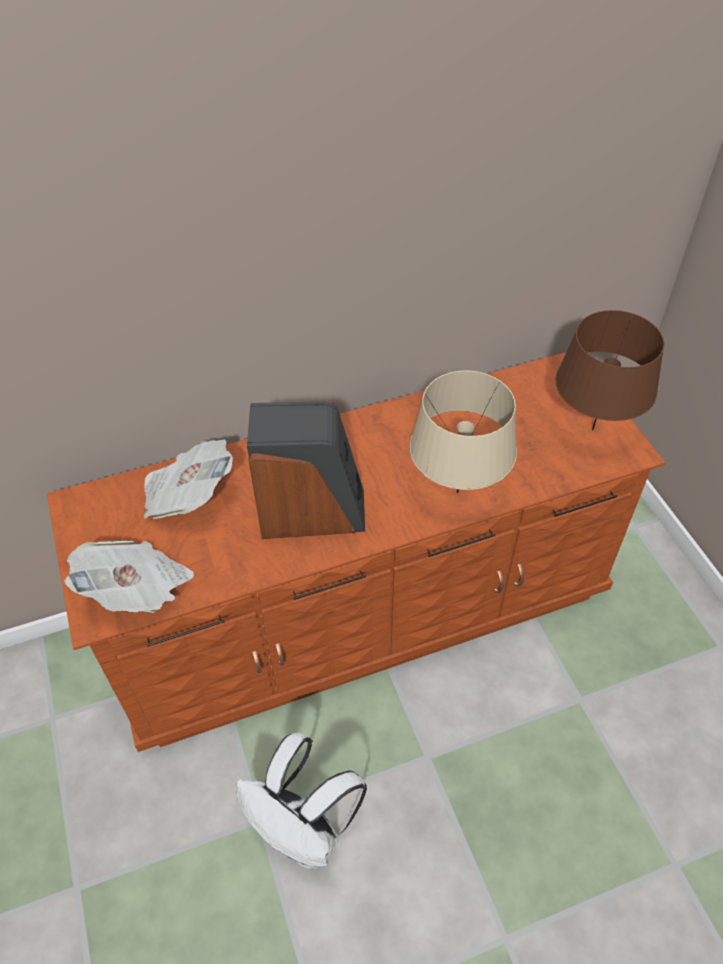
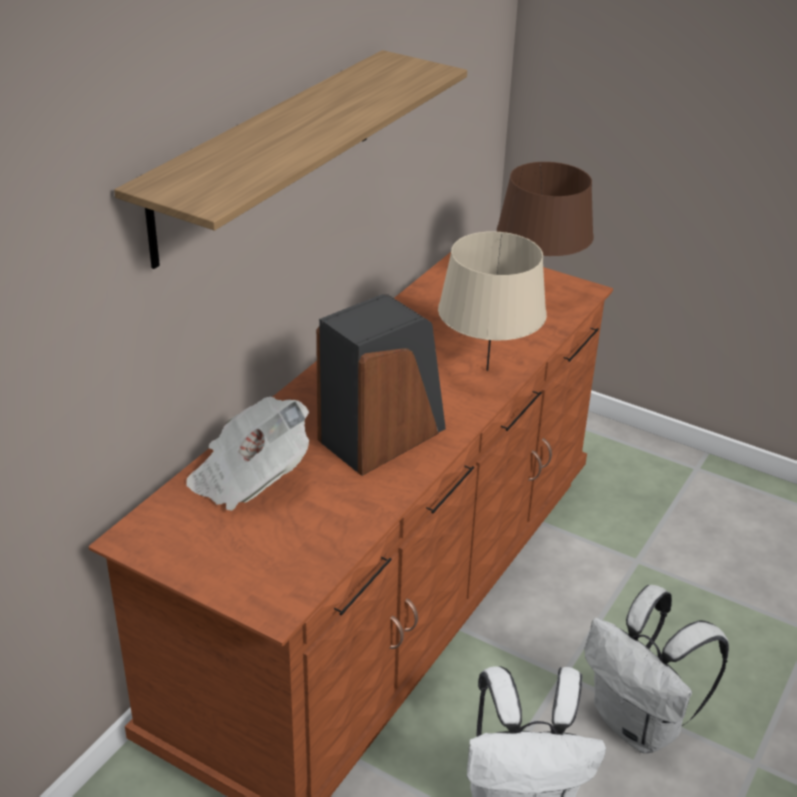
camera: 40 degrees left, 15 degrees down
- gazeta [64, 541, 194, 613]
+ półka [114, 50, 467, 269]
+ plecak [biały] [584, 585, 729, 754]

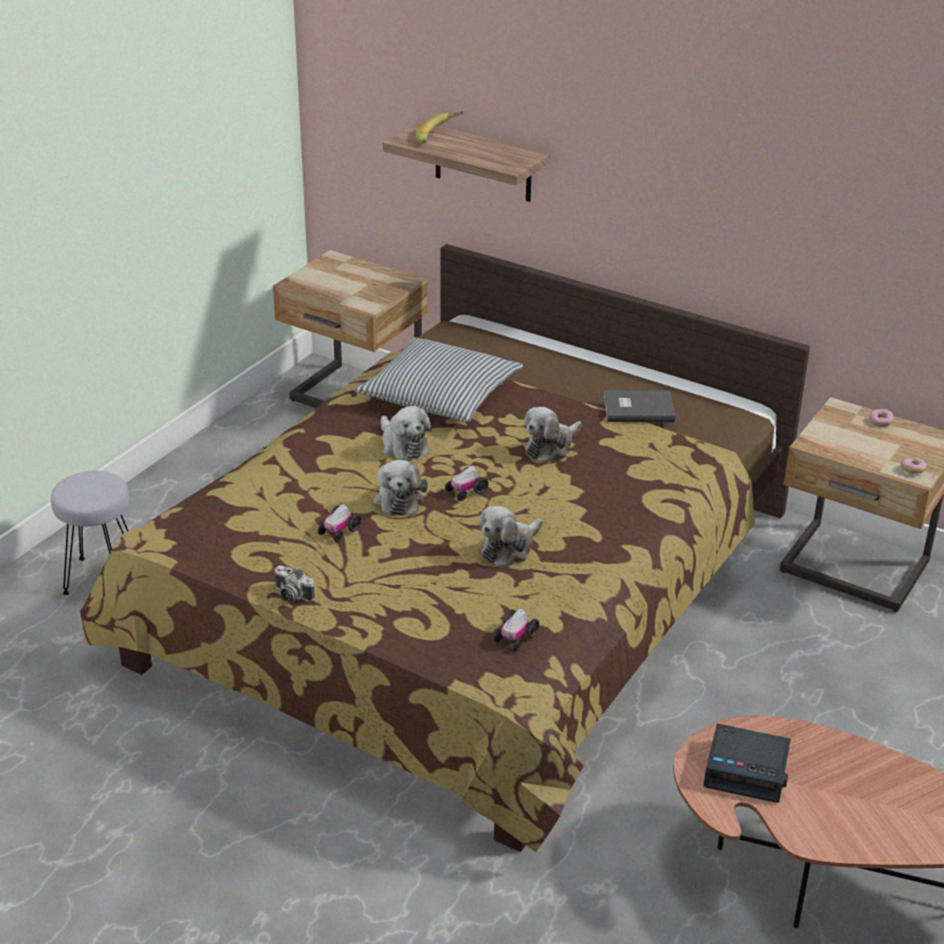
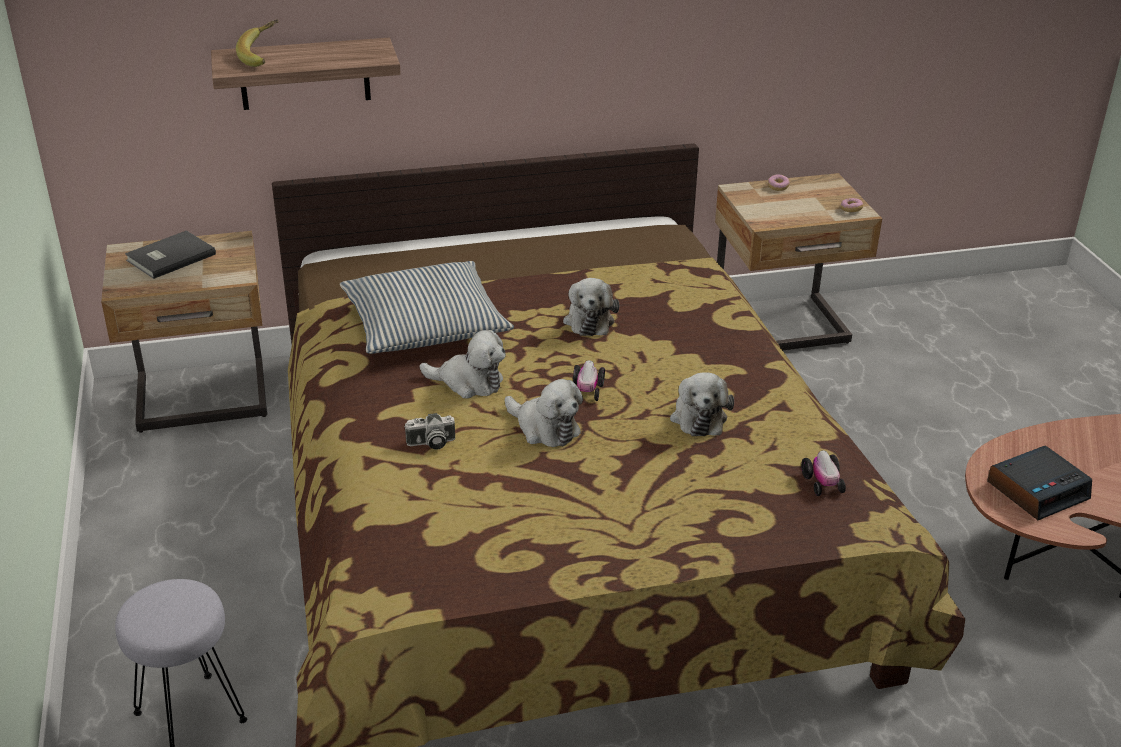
camera: 45 degrees left, 0 degrees up
- samochodzik [318, 504, 361, 542]
~ aparat fotograficzny [275, 565, 315, 602] to [404, 413, 455, 450]
~ książka [szary] [604, 390, 675, 422] to [125, 230, 216, 279]

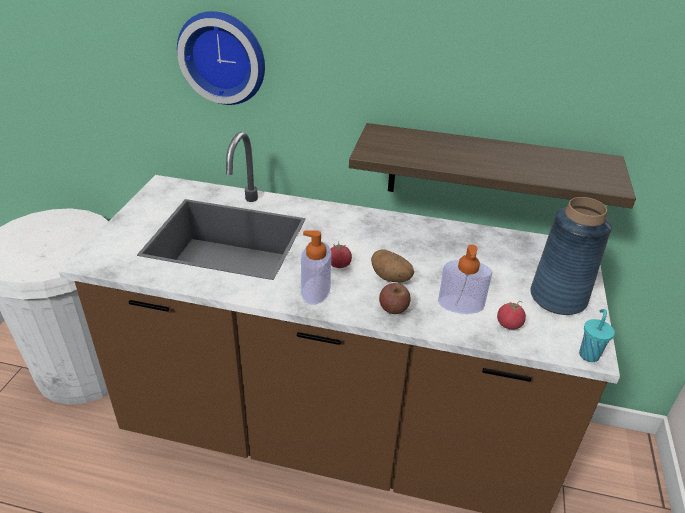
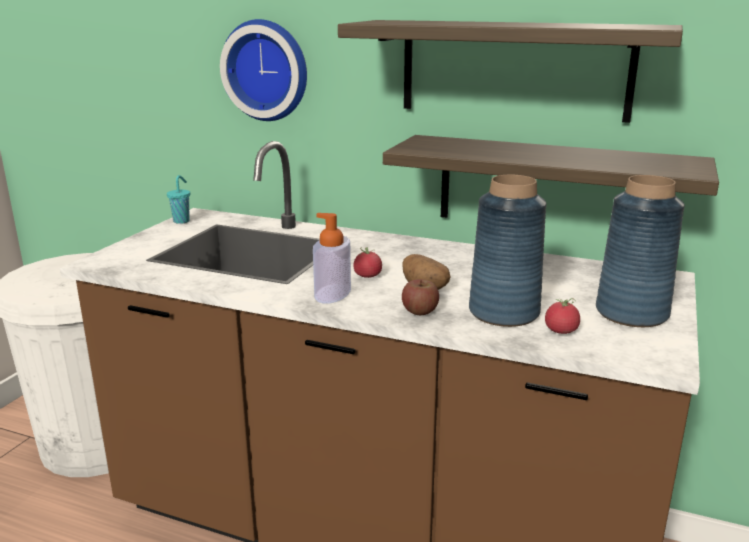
camera: 10 degrees right, 15 degrees down
+ półka [338, 20, 683, 123]
~ filiżanka [turkusowy] [579, 309, 615, 362] to [167, 175, 190, 224]
~ dozownik mydła [438, 245, 493, 314] to wazon [niebieski] [469, 175, 547, 327]

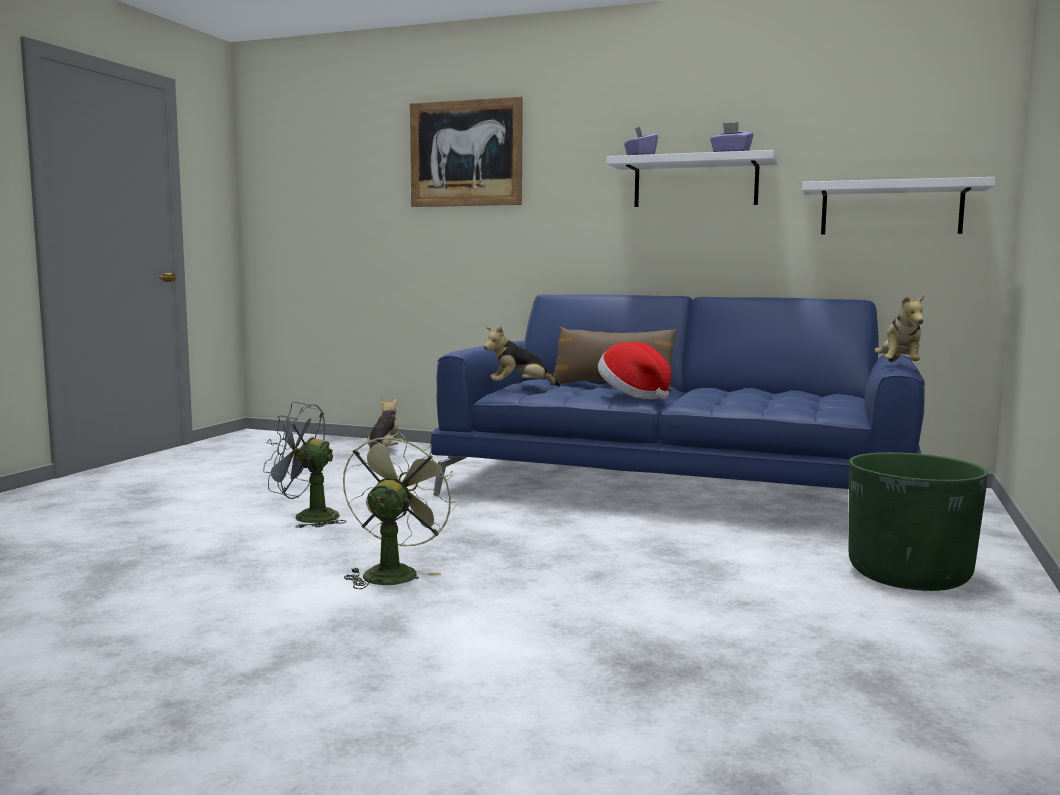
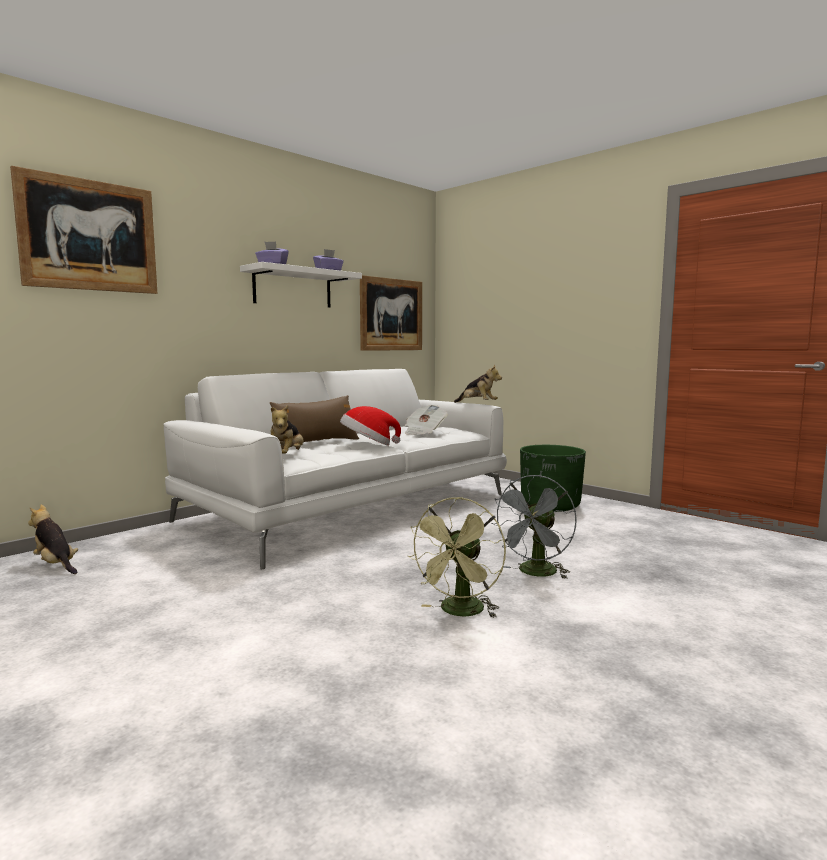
camera: 65 degrees left, 0 degrees up
+ gazeta [405, 405, 448, 435]
~ wentylator [szary] [263, 402, 347, 528] to [491, 475, 577, 579]
~ półka [biały] [802, 177, 996, 235] to obraz [360, 275, 422, 351]
~ kanapa [niebieski] [430, 294, 925, 496] to kanapa [biały] [163, 369, 507, 569]
~ wentylator [zielony] [343, 431, 457, 589] = [407, 497, 506, 618] 105 degrees counterclockwise

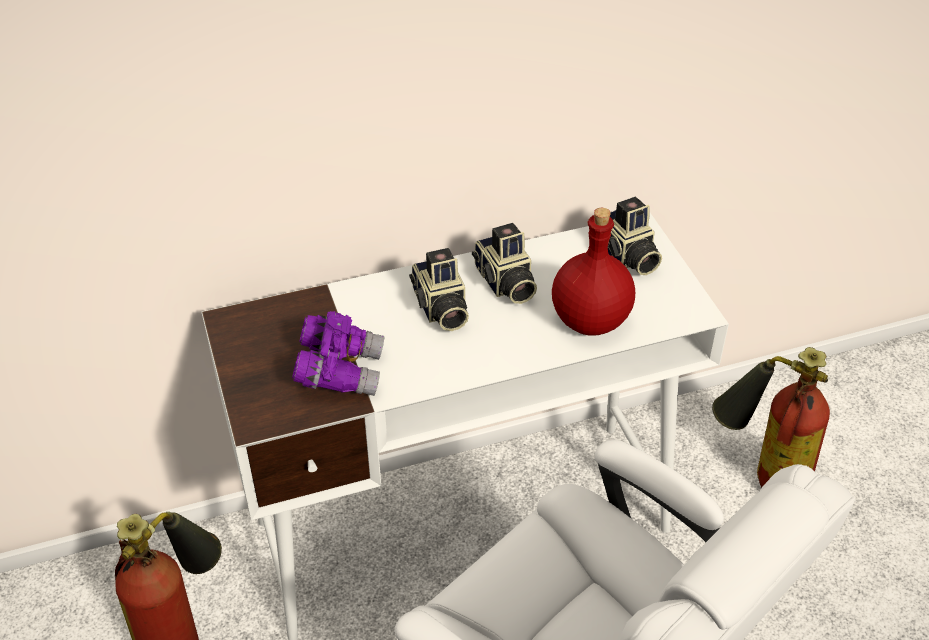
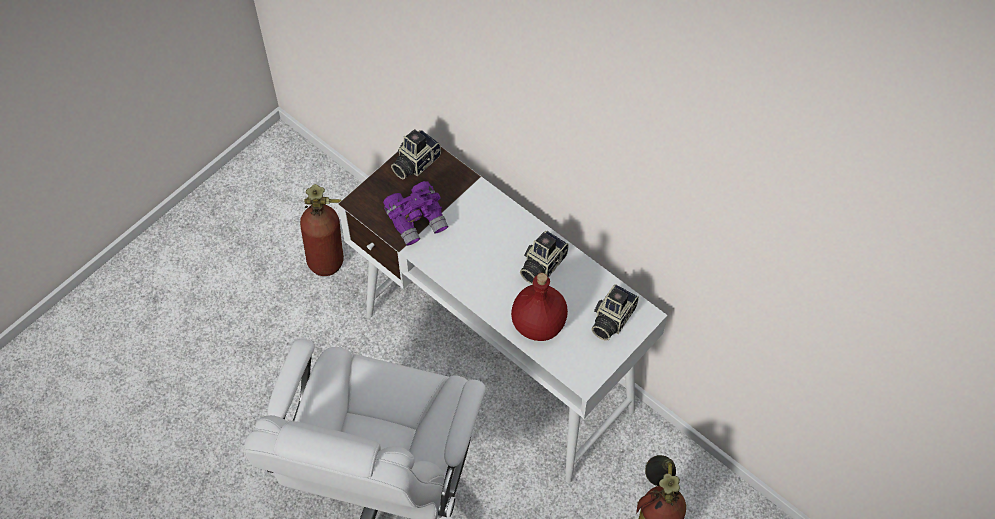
camera: 60 degrees right, 15 degrees up
~ aparat fotograficzny [409, 248, 469, 331] to [391, 130, 441, 179]

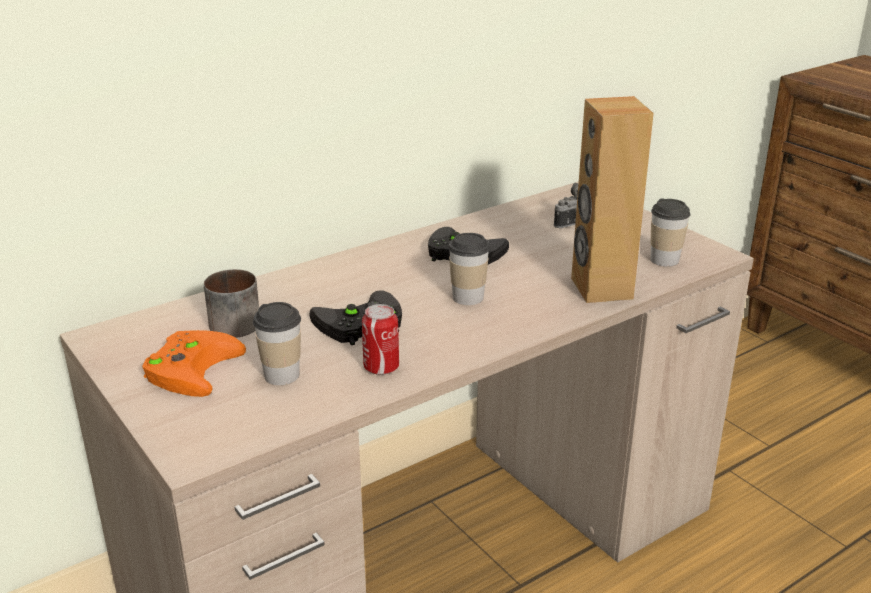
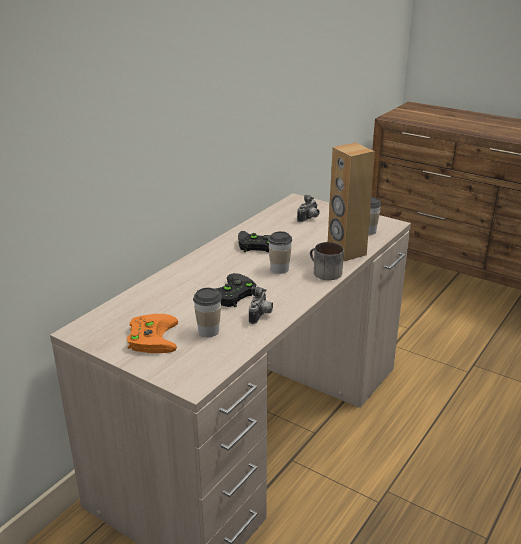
camera: 20 degrees left, 0 degrees up
~ kubek [204, 269, 259, 338] to [310, 242, 344, 280]
~ puszka [362, 304, 399, 375] to aparat fotograficzny [249, 286, 273, 324]

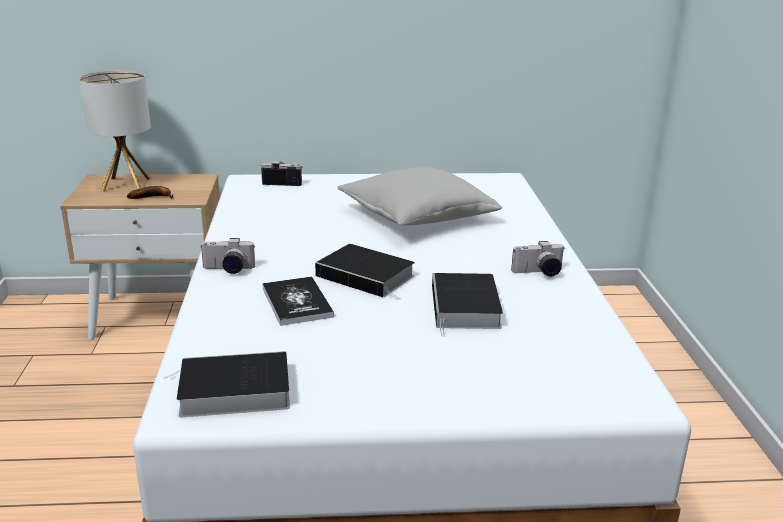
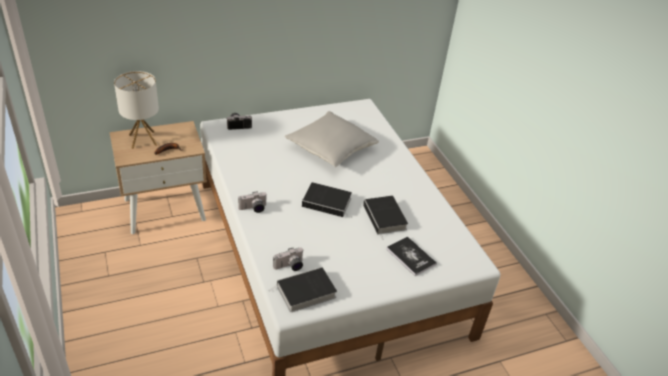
camera: 20 degrees left, 15 degrees up
~ książka [262, 276, 334, 326] to [387, 236, 437, 276]
~ aparat fotograficzny [511, 241, 564, 277] to [273, 248, 303, 271]

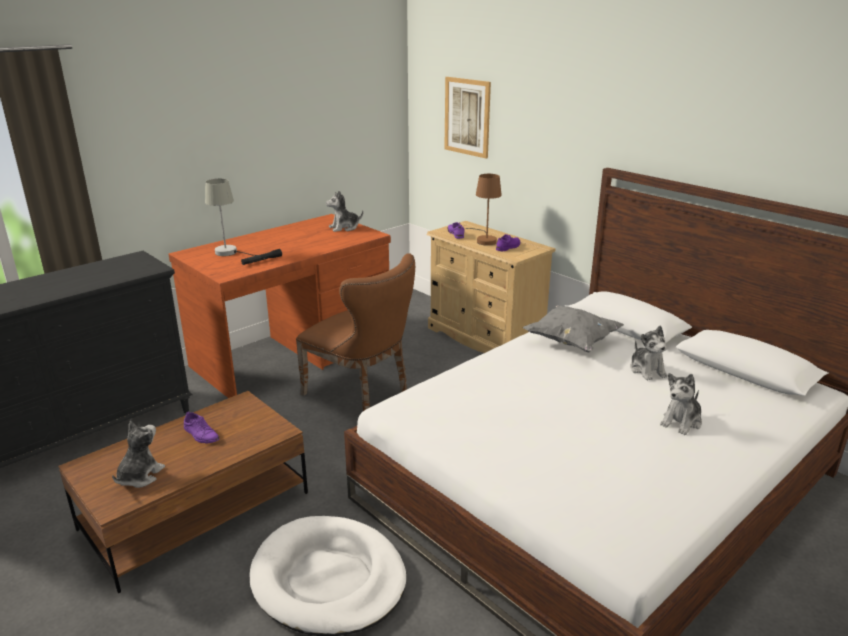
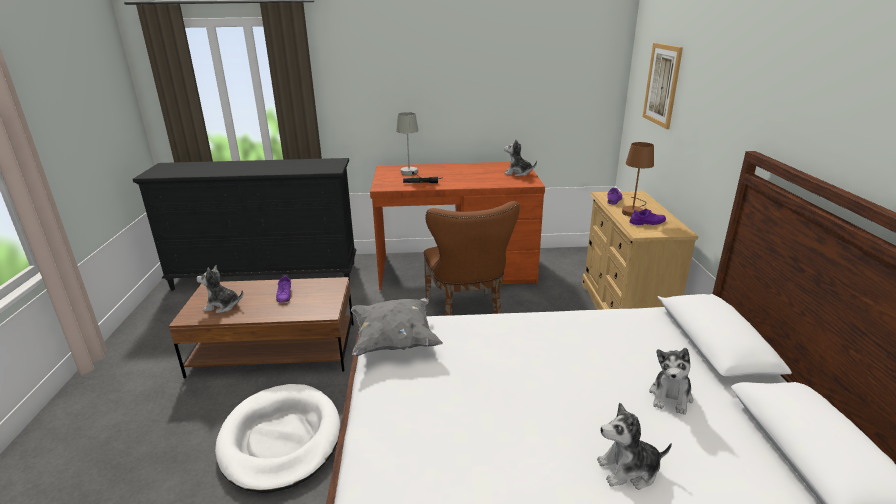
camera: 40 degrees right, 0 degrees up
~ poduszka [szary] [523, 305, 624, 352] to [351, 298, 443, 356]
~ pluszak [112, 421, 165, 488] = [197, 266, 243, 313] 150 degrees counterclockwise

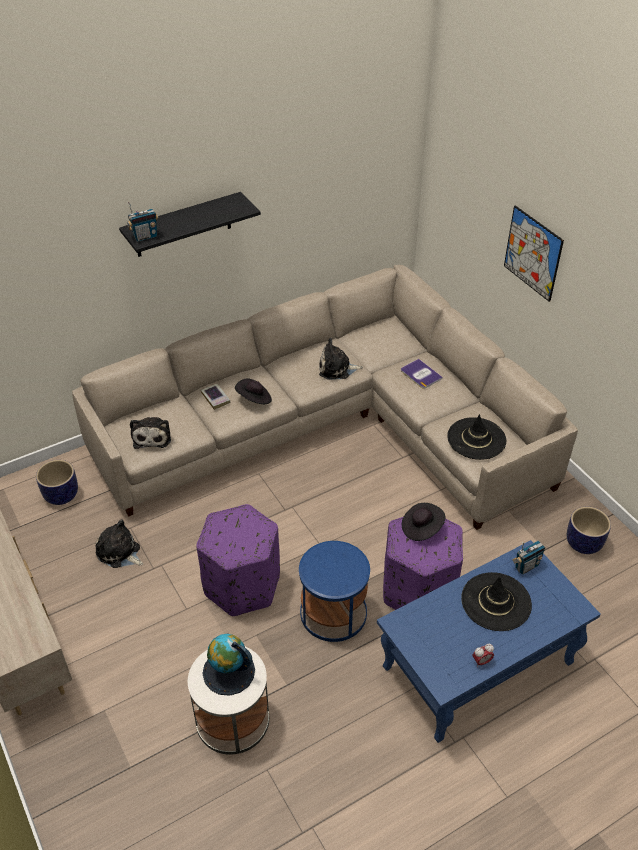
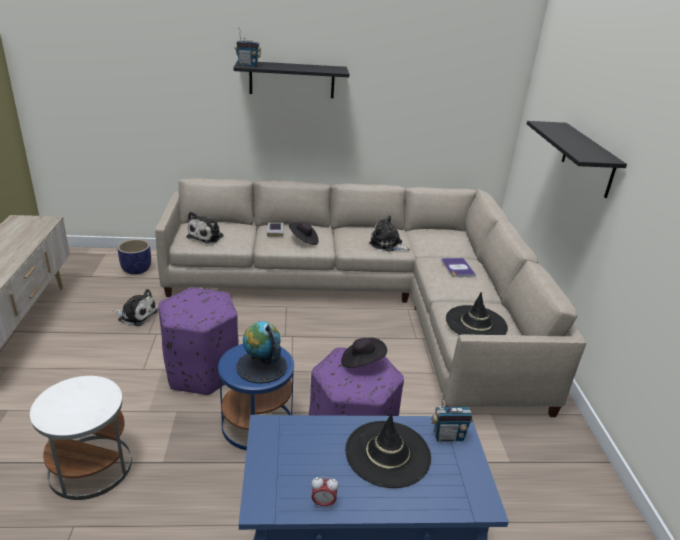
camera: 25 degrees right, 15 degrees down
- donica [567, 507, 611, 554]
~ globus [202, 633, 255, 696] to [236, 321, 287, 384]
~ obraz [504, 205, 564, 302] to półka [czarny] [527, 121, 627, 198]
~ pluszak [95, 519, 143, 568] = [113, 289, 158, 326] 135 degrees clockwise

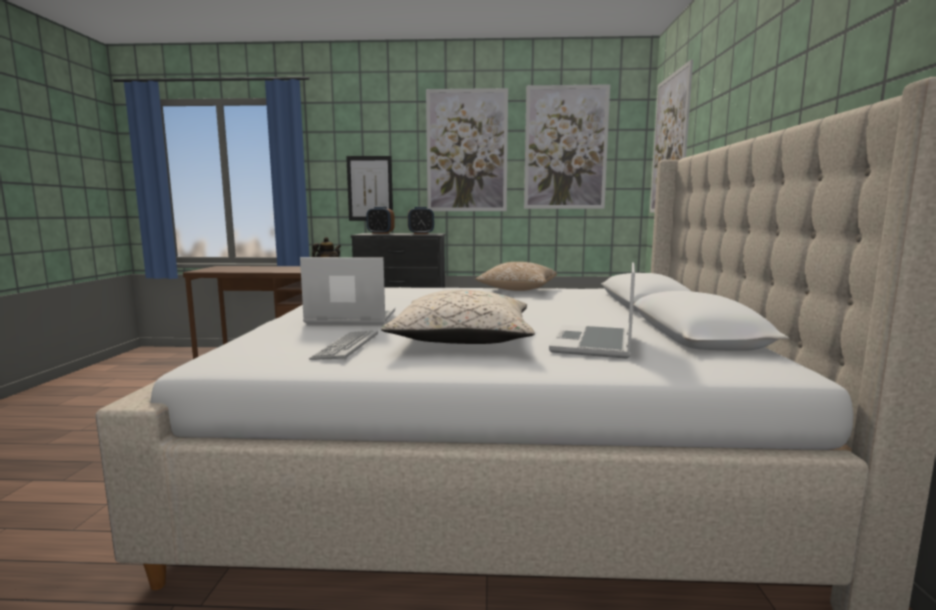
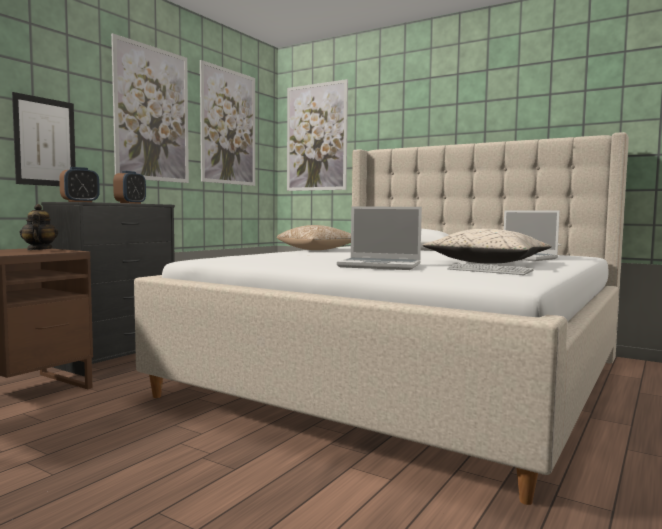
camera: 60 degrees left, 5 degrees down
~ laptop [300, 257, 395, 324] = [337, 206, 422, 270] 105 degrees counterclockwise

